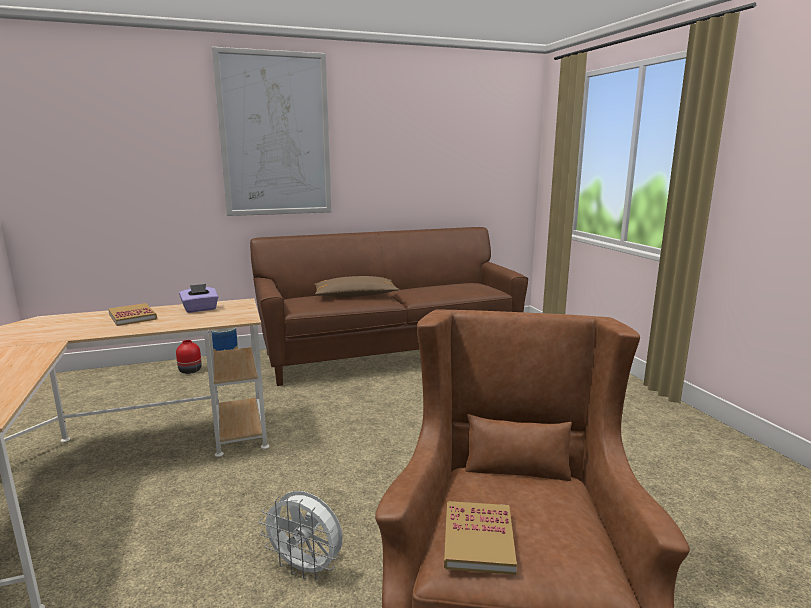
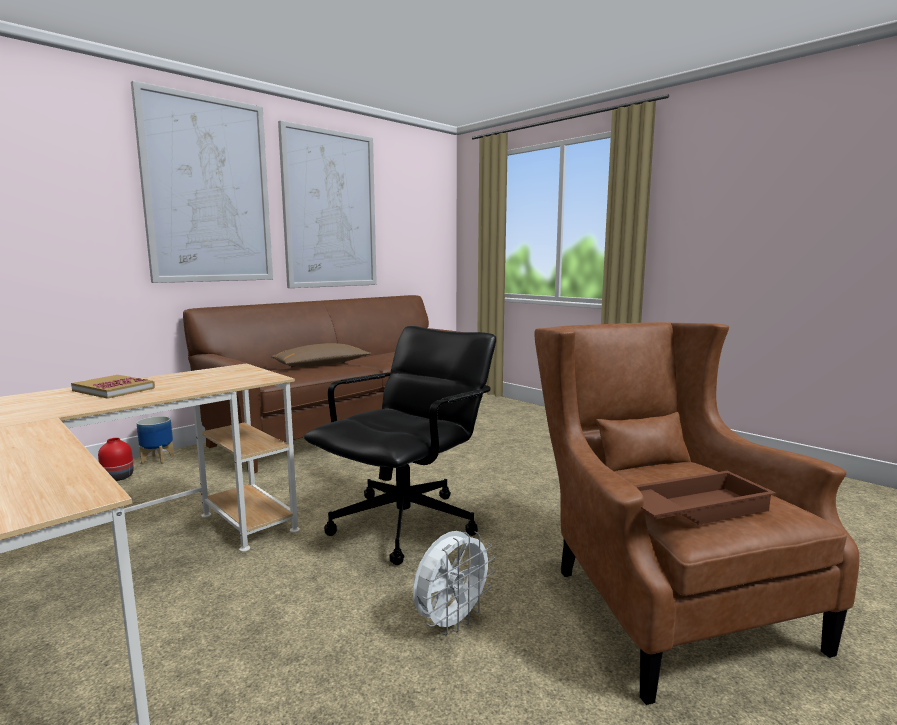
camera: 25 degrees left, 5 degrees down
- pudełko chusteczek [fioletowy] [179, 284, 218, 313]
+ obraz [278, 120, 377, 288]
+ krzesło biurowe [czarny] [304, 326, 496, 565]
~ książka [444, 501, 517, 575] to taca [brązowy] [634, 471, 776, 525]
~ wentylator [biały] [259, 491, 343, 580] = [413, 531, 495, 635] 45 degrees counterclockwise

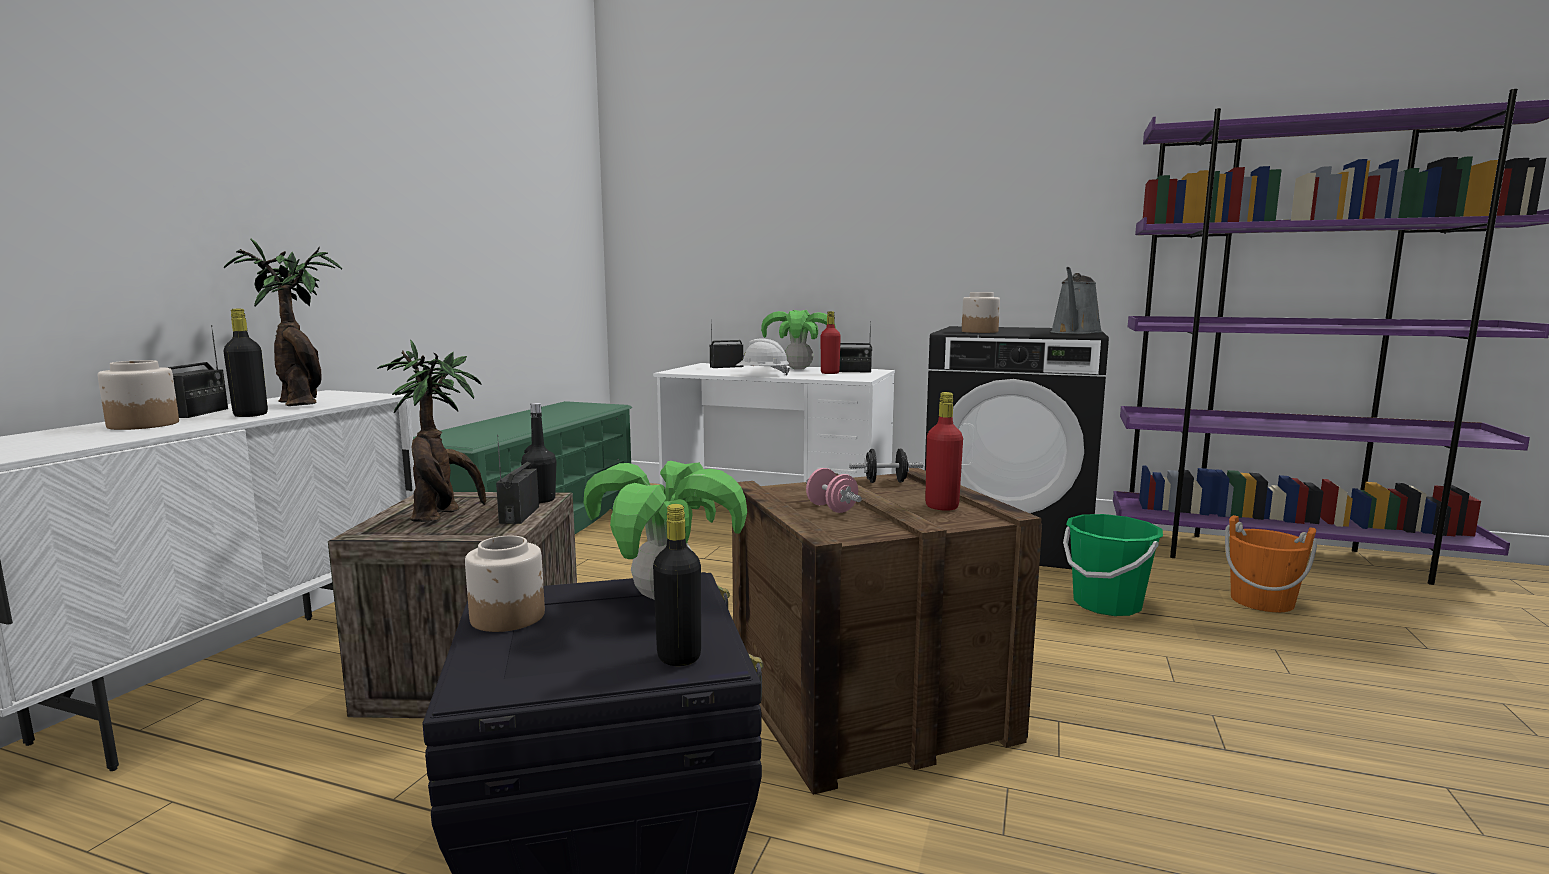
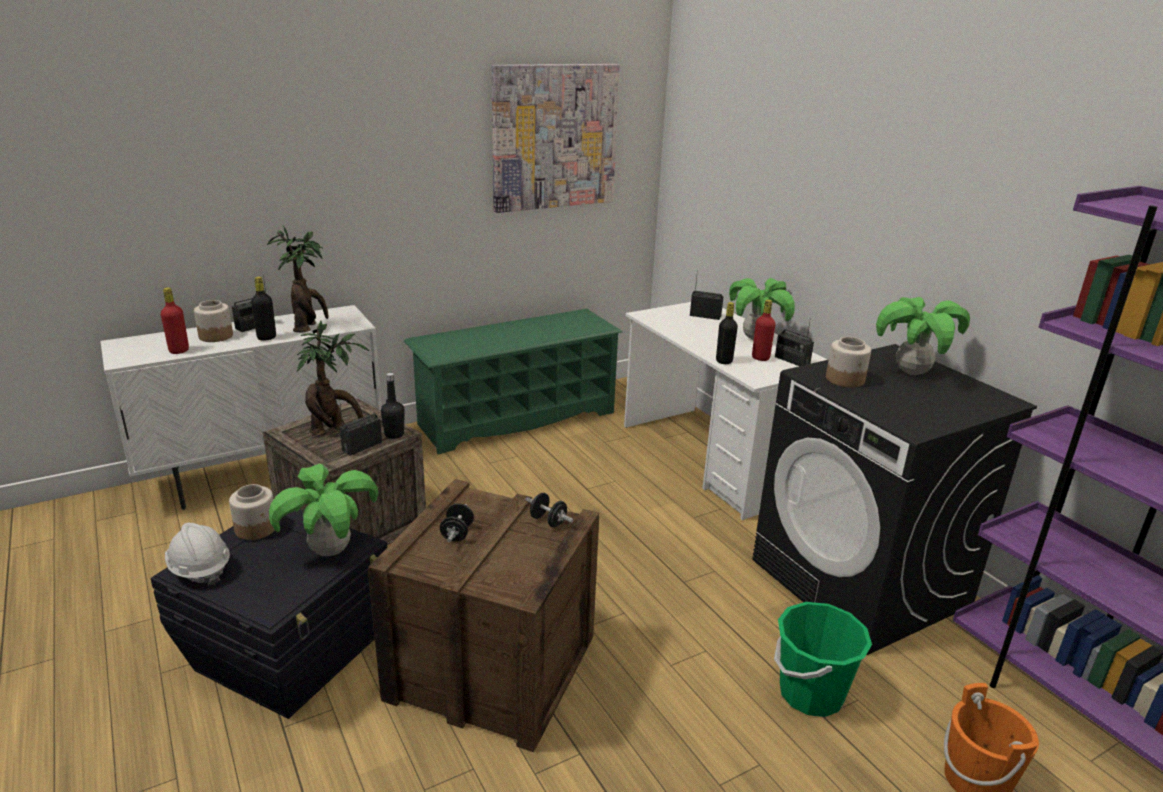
camera: 40 degrees right, 15 degrees up
- konewka [szary] [1050, 267, 1103, 334]
+ obraz [492, 64, 620, 213]
+ roślina doniczkowa [876, 297, 970, 375]
~ butelka [czarny] [653, 504, 701, 666] to [716, 302, 738, 364]
~ kask [biały] [736, 338, 790, 376] to [165, 523, 230, 585]
~ butelka [czerwony] [925, 392, 963, 511] to [161, 287, 189, 354]
~ hantel [różowy] [806, 468, 862, 513] to hantel [czarny] [440, 503, 474, 542]

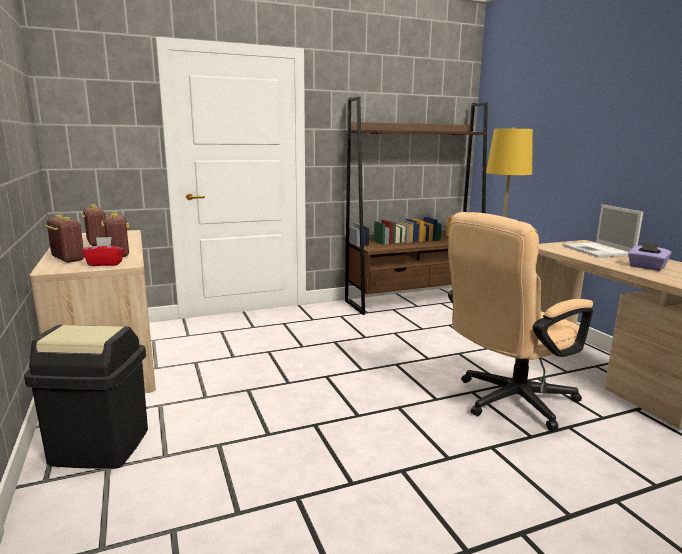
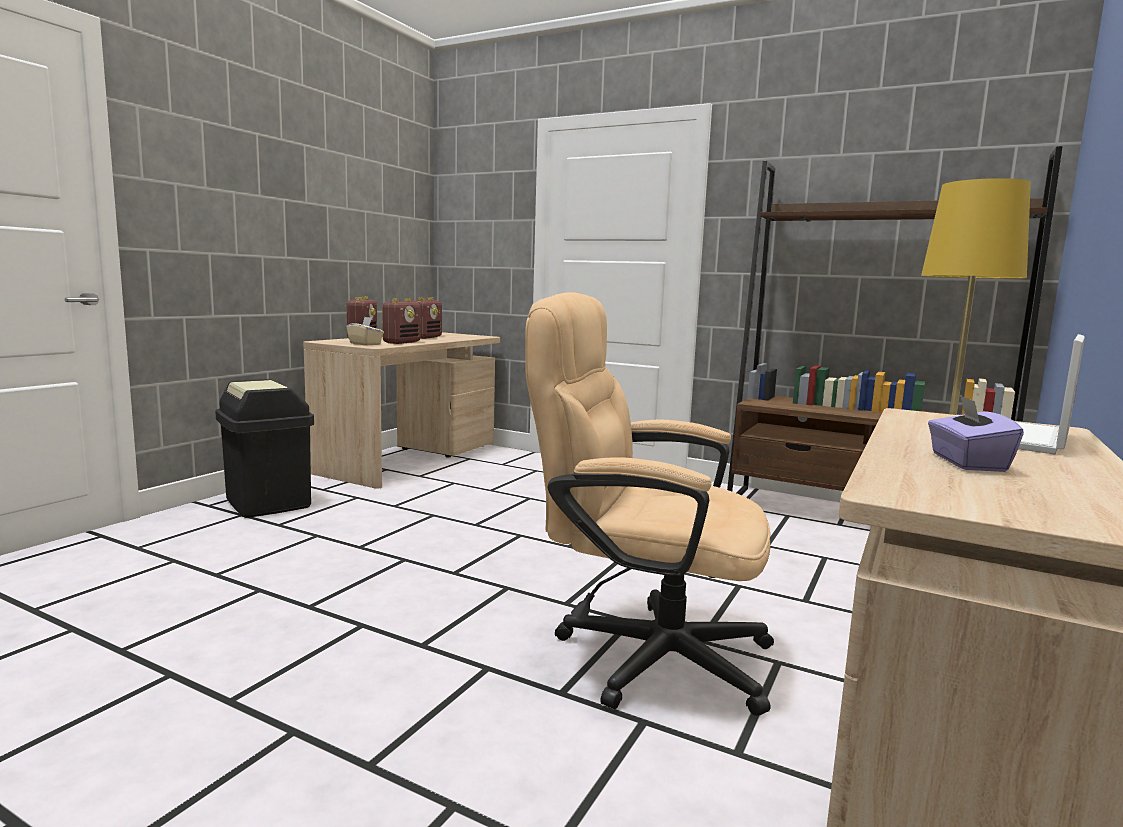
camera: 50 degrees right, 5 degrees down
~ pudełko chusteczek [czerwony] [82, 237, 124, 266] to pudełko chusteczek [beżowy] [346, 317, 384, 345]

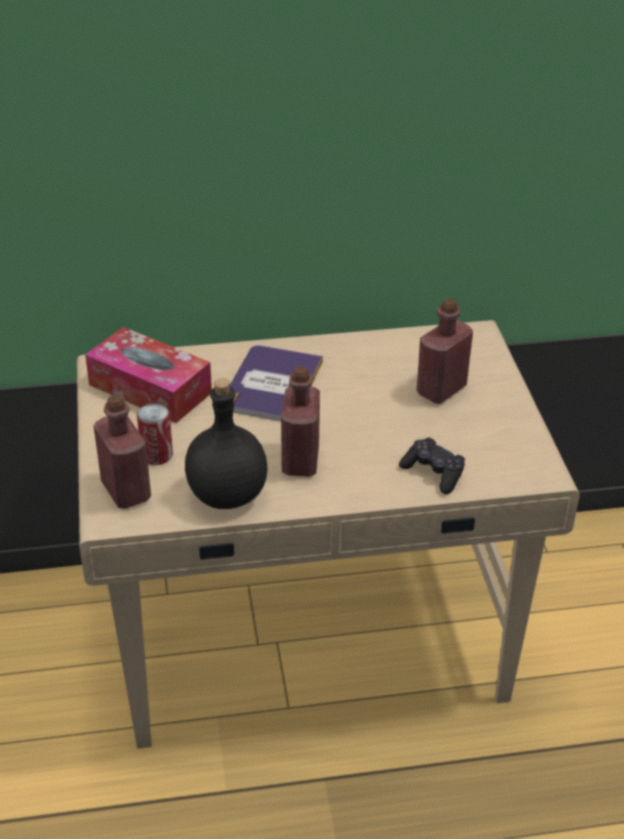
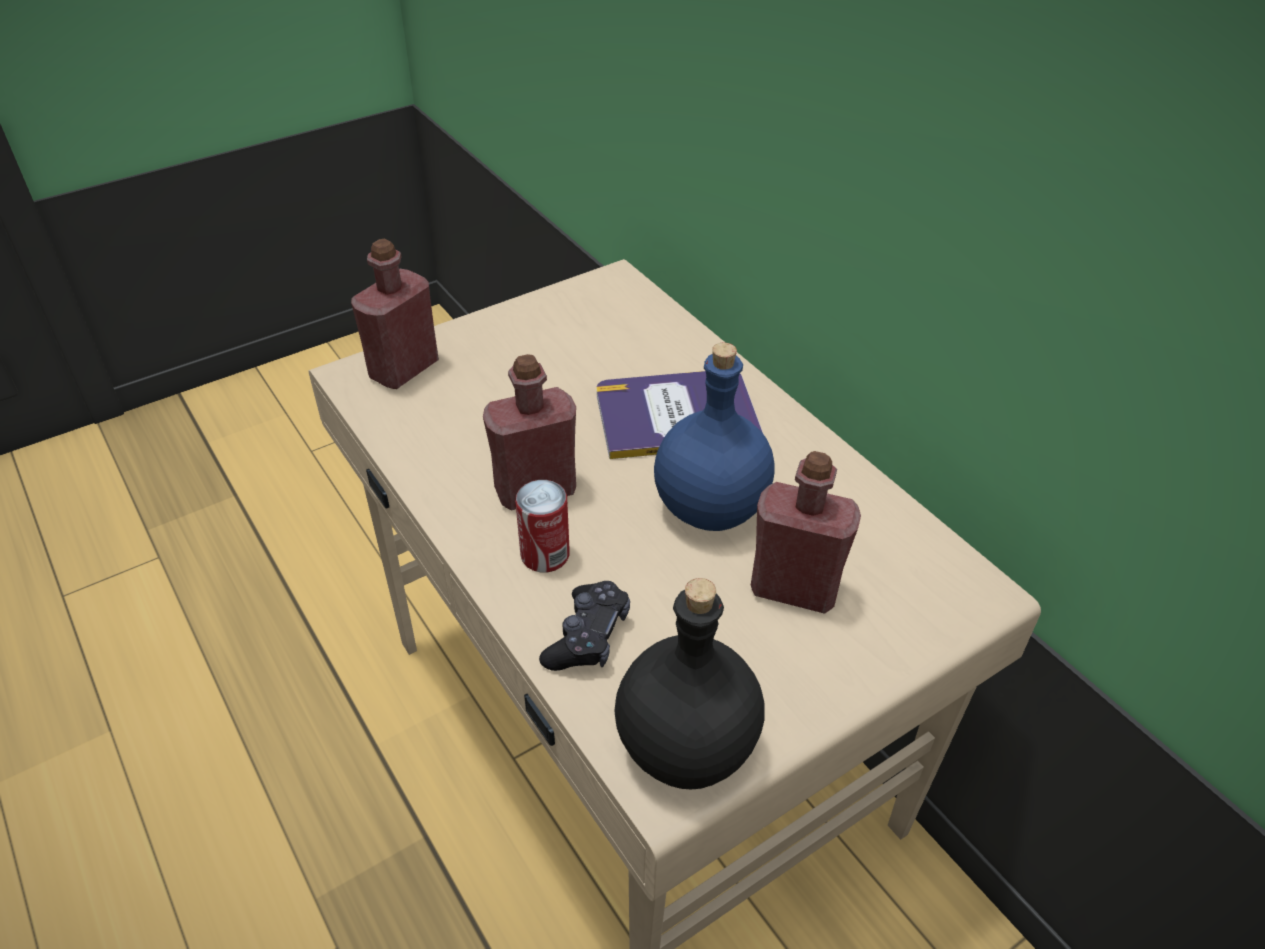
camera: 65 degrees right, 5 degrees up
- pudełko chusteczek [85, 327, 212, 423]
+ butelka [niebieski] [654, 343, 775, 531]
~ puszka [137, 403, 173, 465] to [515, 480, 570, 572]
~ butelka [czarny] [185, 378, 268, 509] to [615, 578, 764, 789]

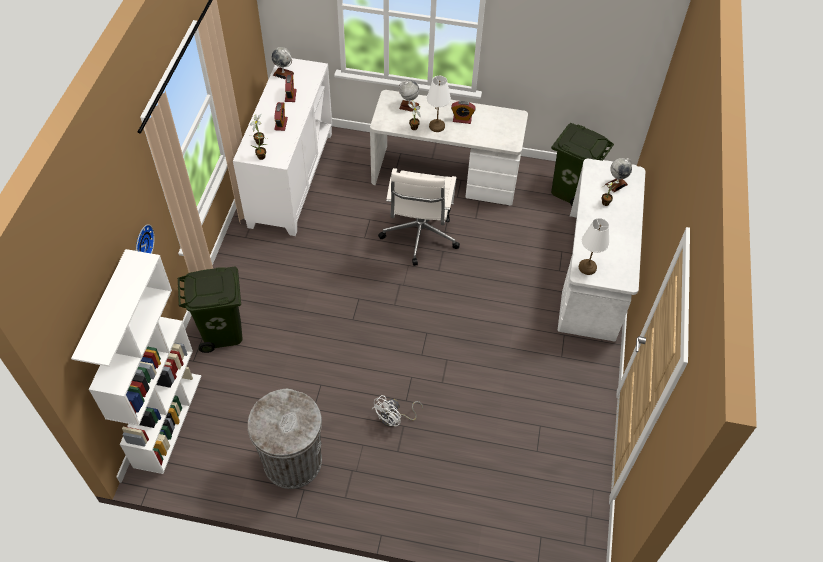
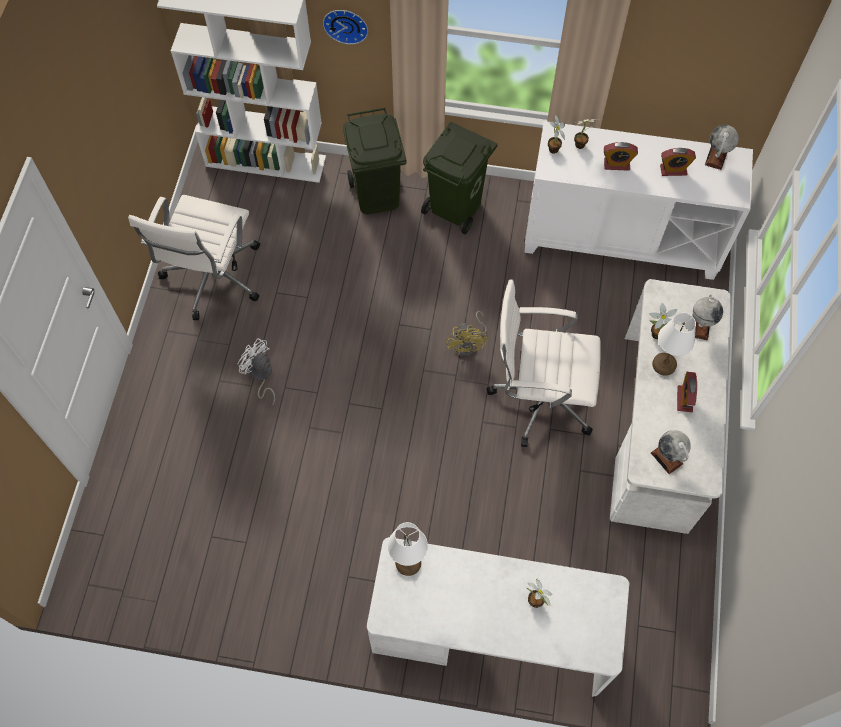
camera: 90 degrees right, 10 degrees up
+ wentylator [żółty] [446, 311, 487, 356]
~ kosz na śmieci [zielony] [551, 123, 614, 206] to [421, 122, 497, 234]
~ globus [605, 158, 632, 193] to [651, 430, 691, 474]
~ kosz na śmieci [szary] [248, 389, 322, 489] to krzesło biurowe [biały] [128, 195, 260, 320]

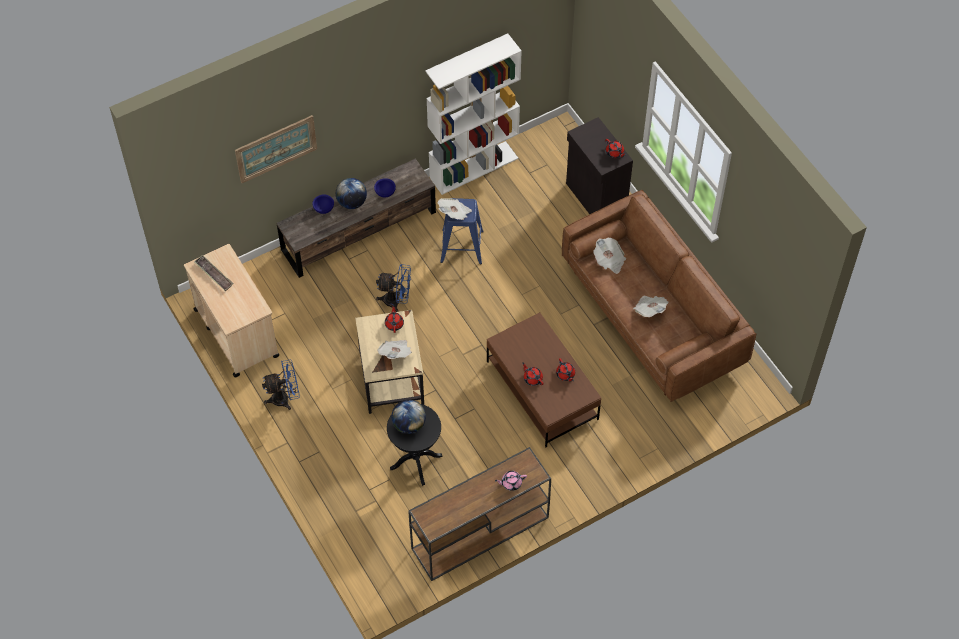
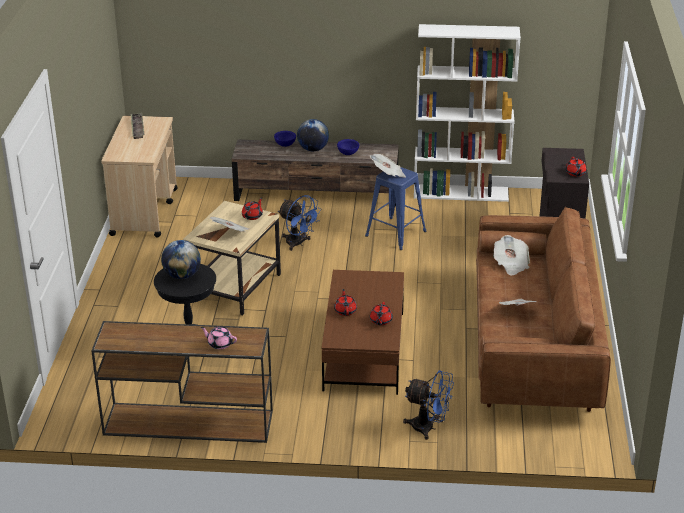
camera: 35 degrees right, 25 degrees down
- obraz [235, 115, 317, 183]
~ wentylator [niebieski] [262, 359, 300, 410] to [403, 370, 454, 440]

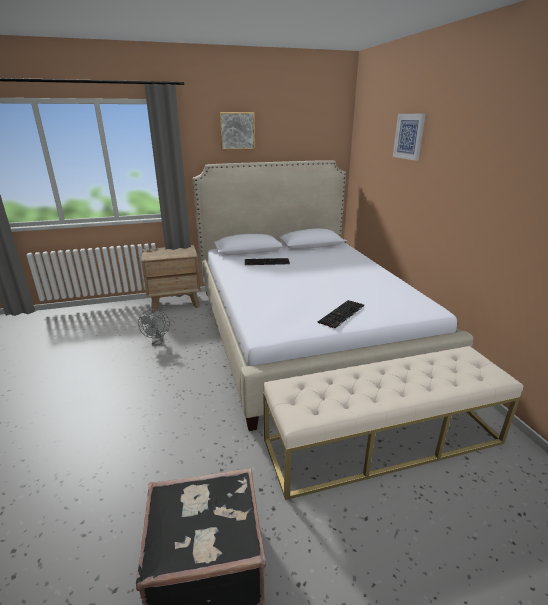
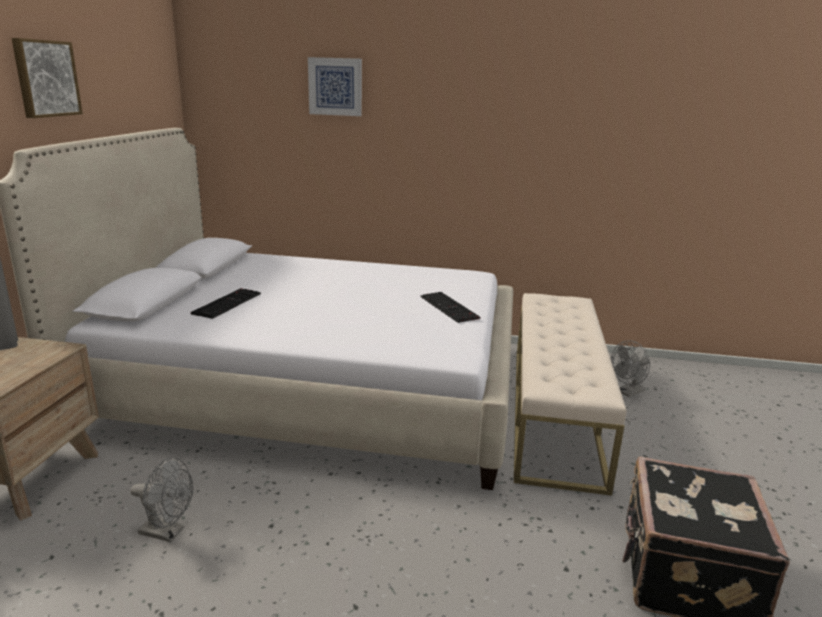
camera: 65 degrees left, 5 degrees down
+ wentylator [szary] [611, 340, 650, 397]

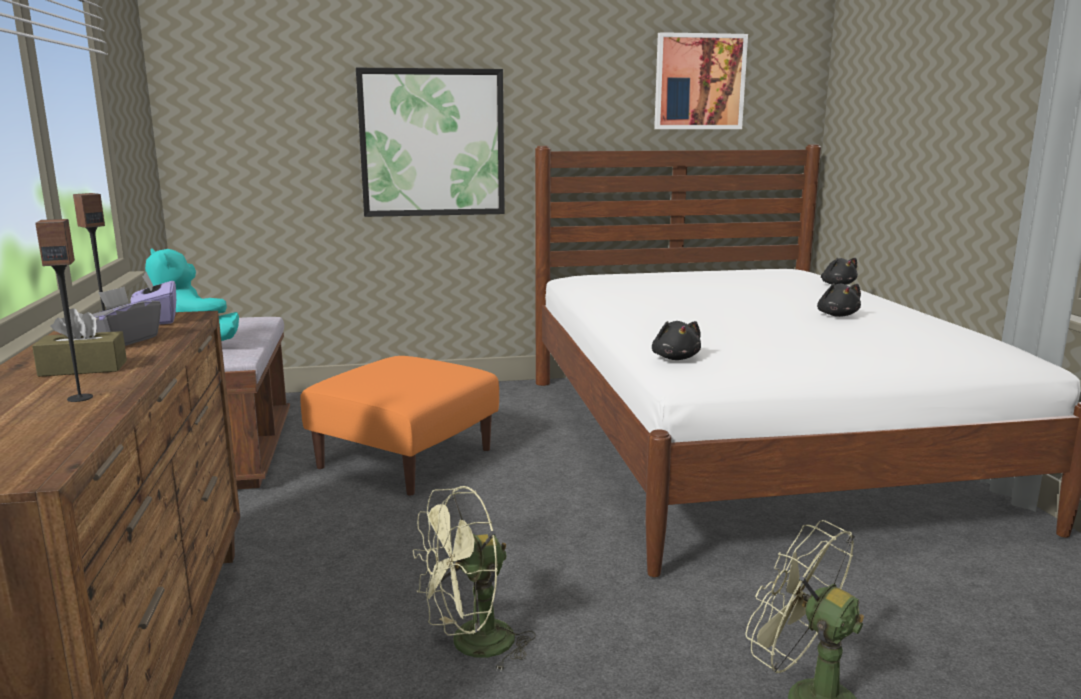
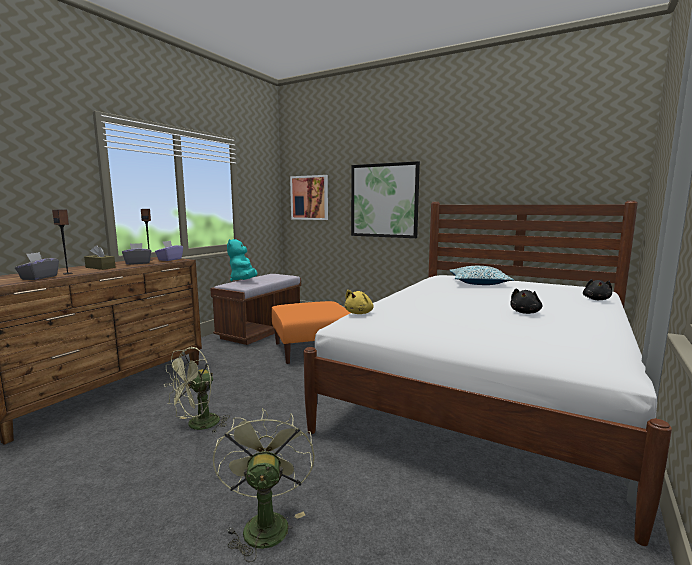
camera: 40 degrees right, 5 degrees down
+ pudełko chusteczek [szary] [15, 252, 59, 280]
+ poduszka [450, 266, 514, 285]
~ obraz [654, 32, 748, 129] to [290, 175, 328, 220]
~ pluszak [czarny] [652, 321, 701, 360] to pluszak [żółty] [345, 290, 373, 314]
~ wentylator [zielony] [413, 486, 536, 672] = [164, 347, 230, 432] 60 degrees counterclockwise

